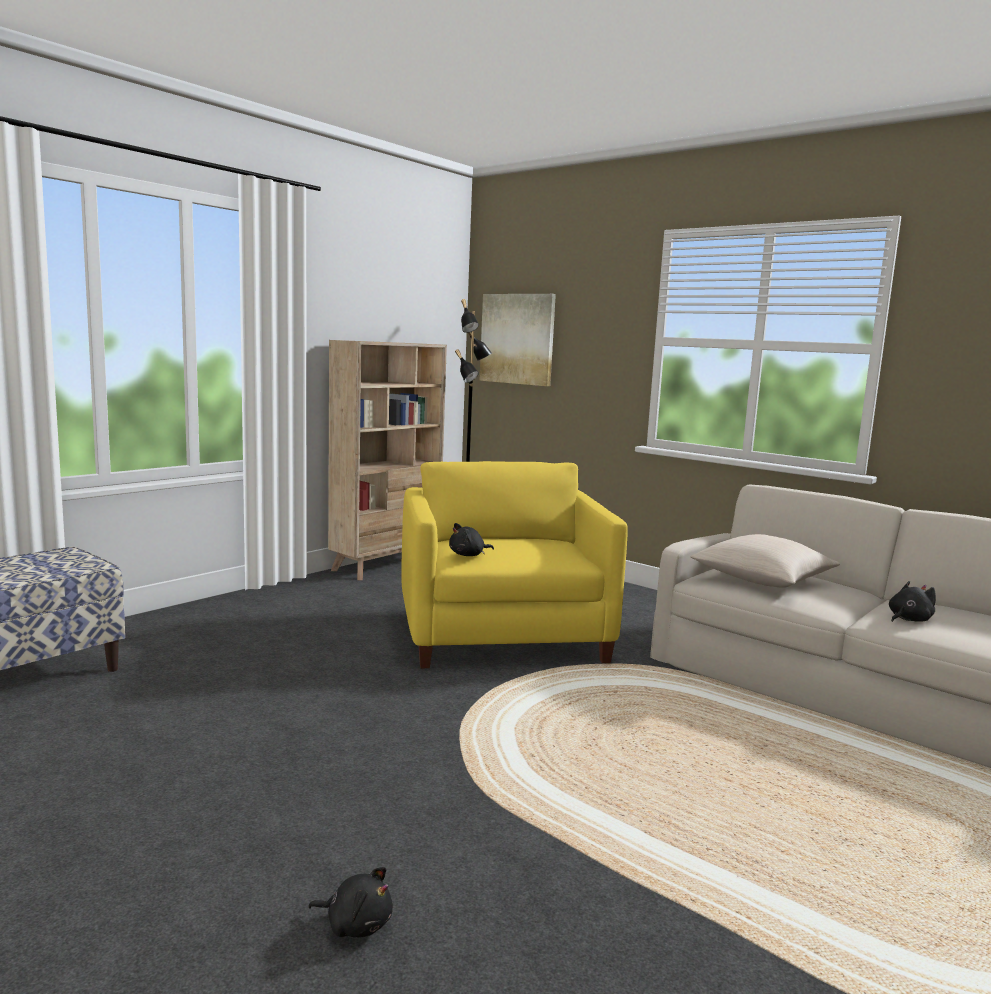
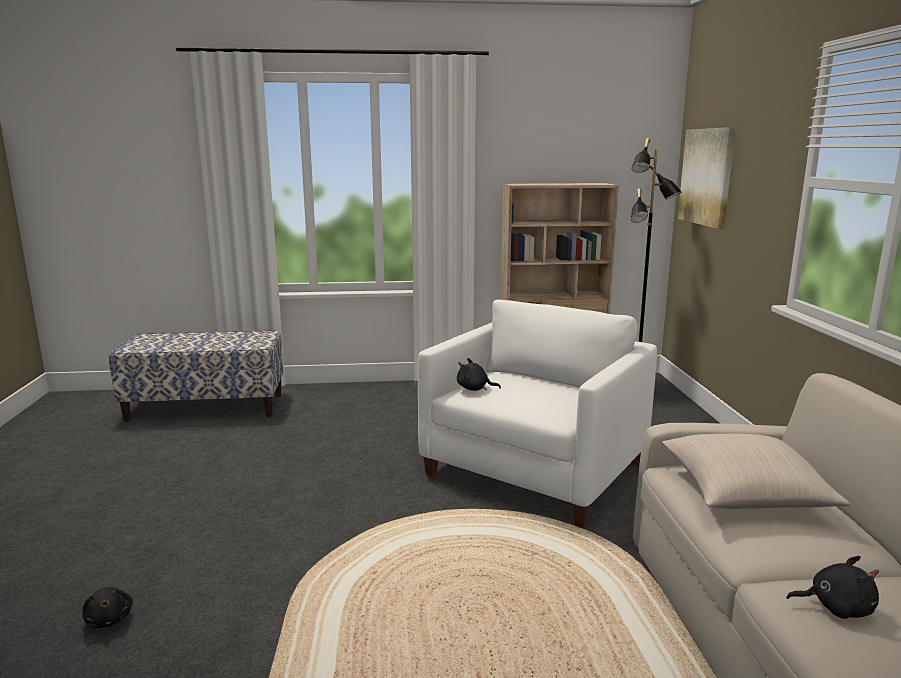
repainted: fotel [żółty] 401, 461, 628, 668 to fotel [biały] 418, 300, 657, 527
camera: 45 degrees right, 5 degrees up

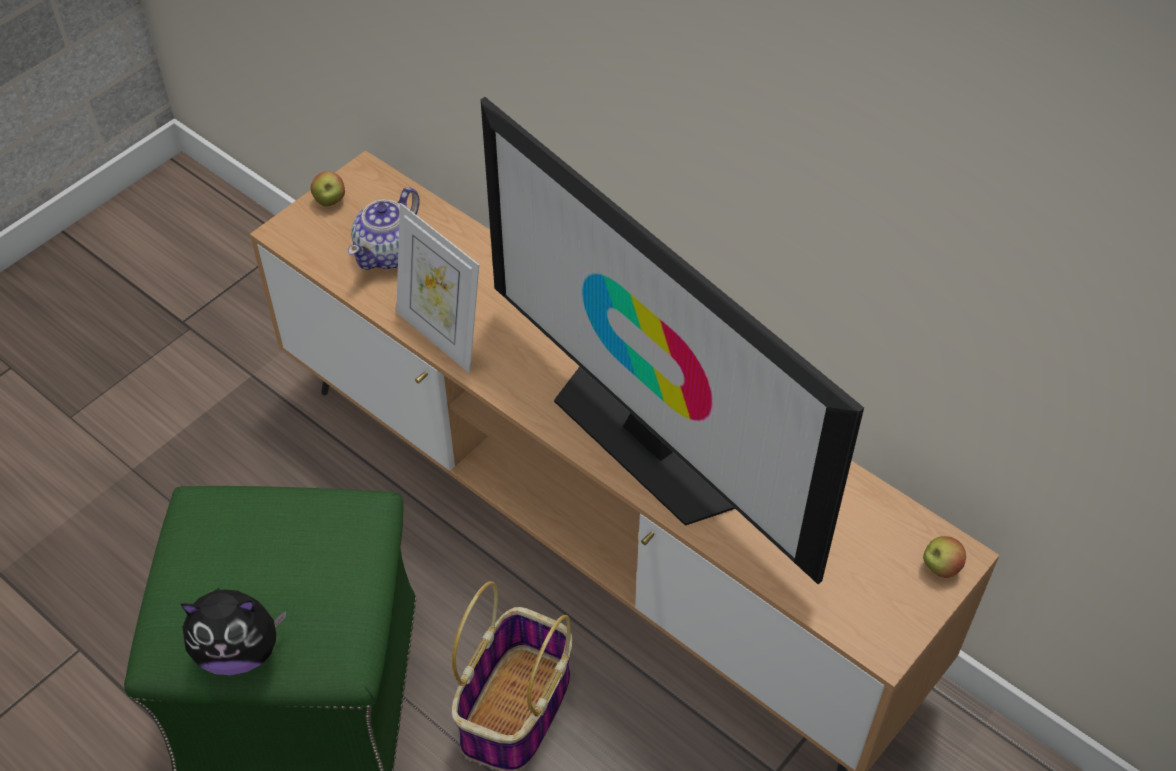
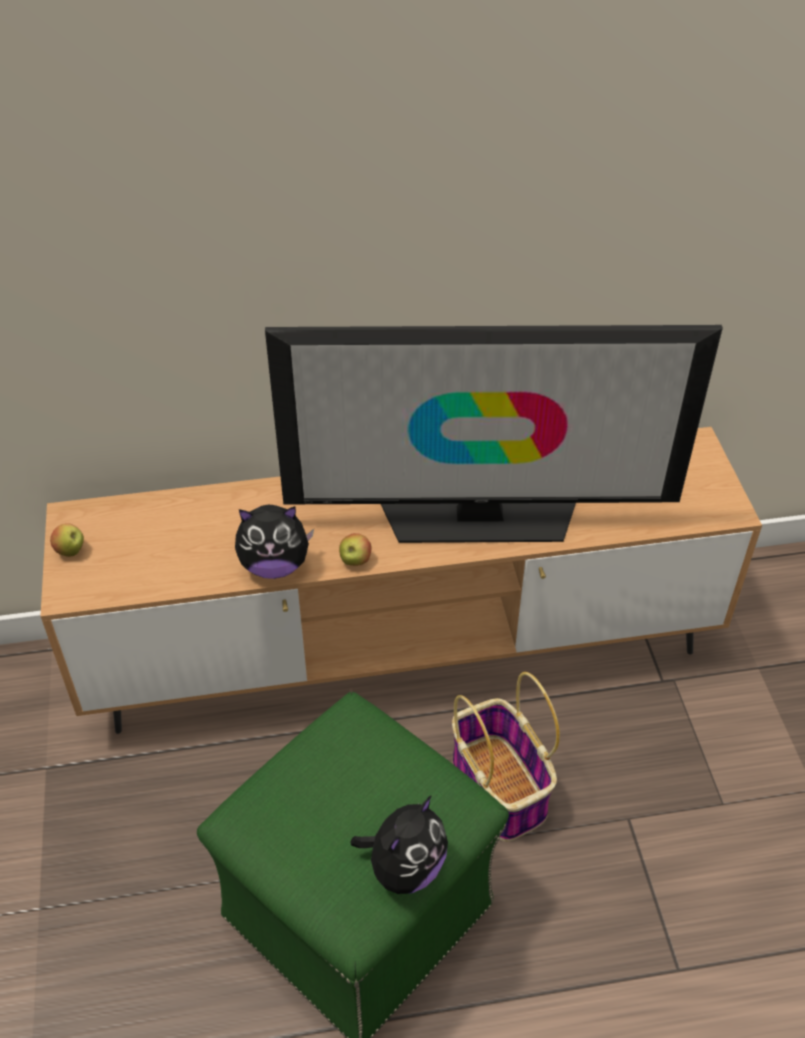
gone: imbryk 348, 187, 420, 270
shifted: jabłko 923, 536, 966, 578 to 339, 533, 371, 566
swapped: ramka na zdjęcie 396, 203, 479, 373 to pluszak 235, 505, 314, 579
camera: 50 degrees left, 5 degrees down

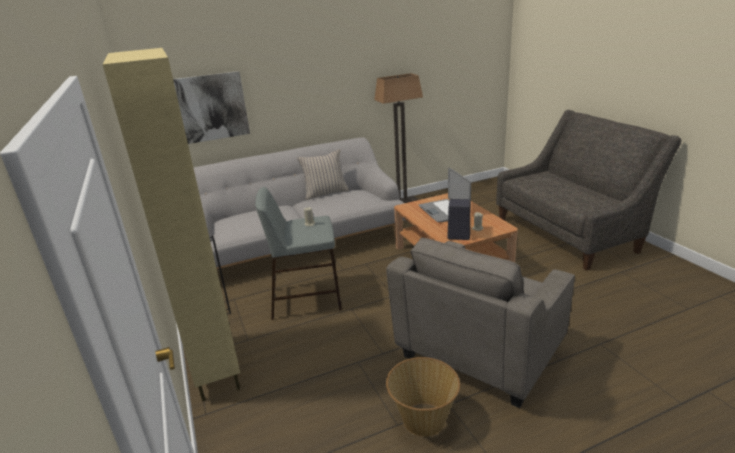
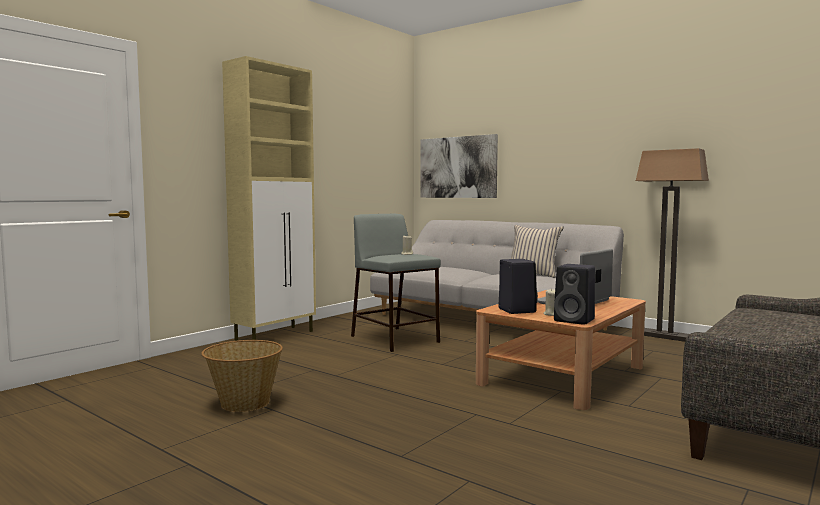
gone: fotel [szary] 386, 238, 575, 408
new: głośnik [czarny] 554, 264, 595, 325
camera: 60 degrees right, 20 degrees down

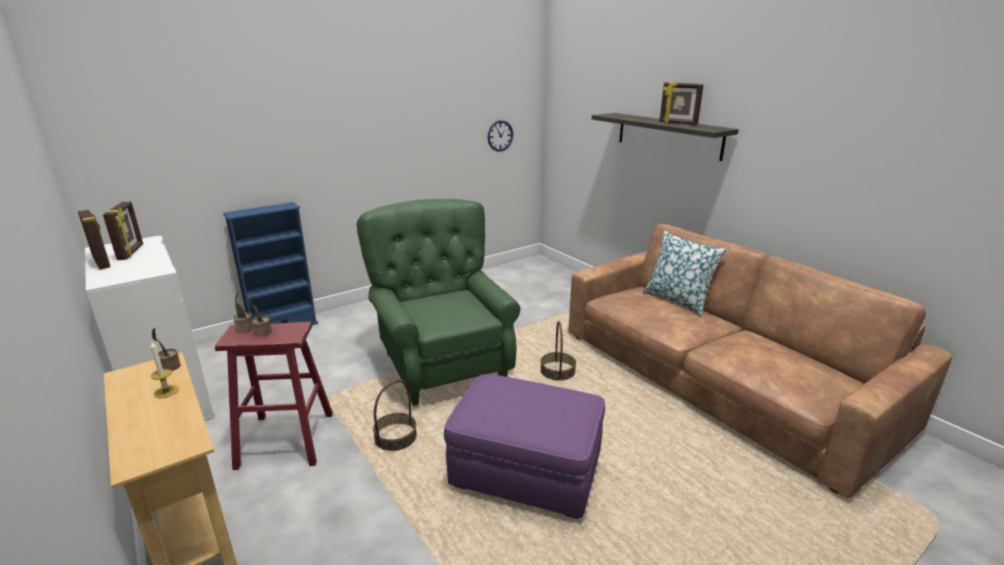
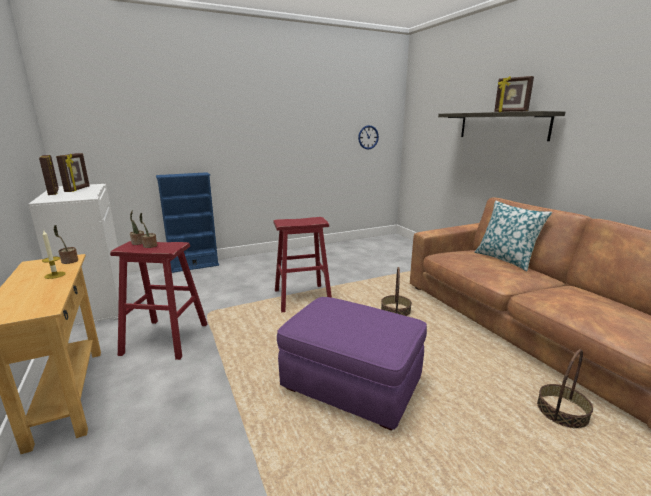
shifted: koszyk 373, 380, 417, 451 to 537, 349, 593, 429
swapped: fotel [zielony] 356, 199, 520, 406 to stołek [czerwony] 273, 217, 332, 312
camera: 10 degrees right, 5 degrees down

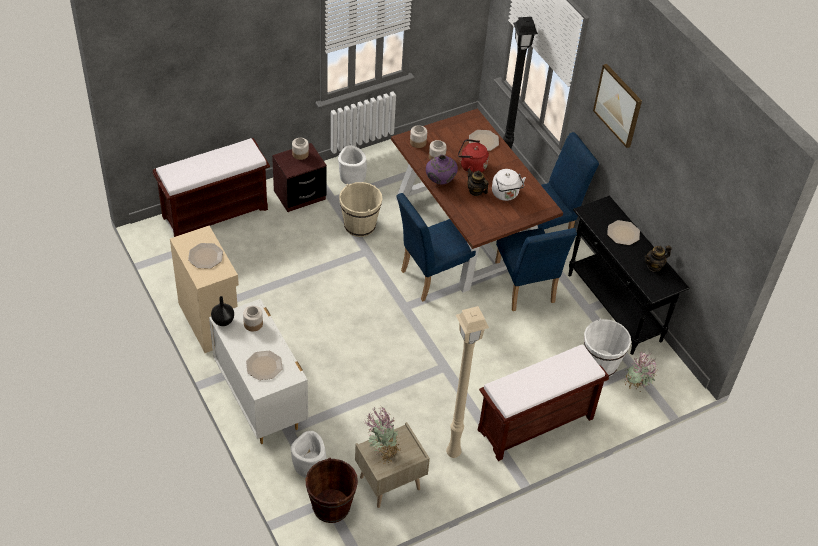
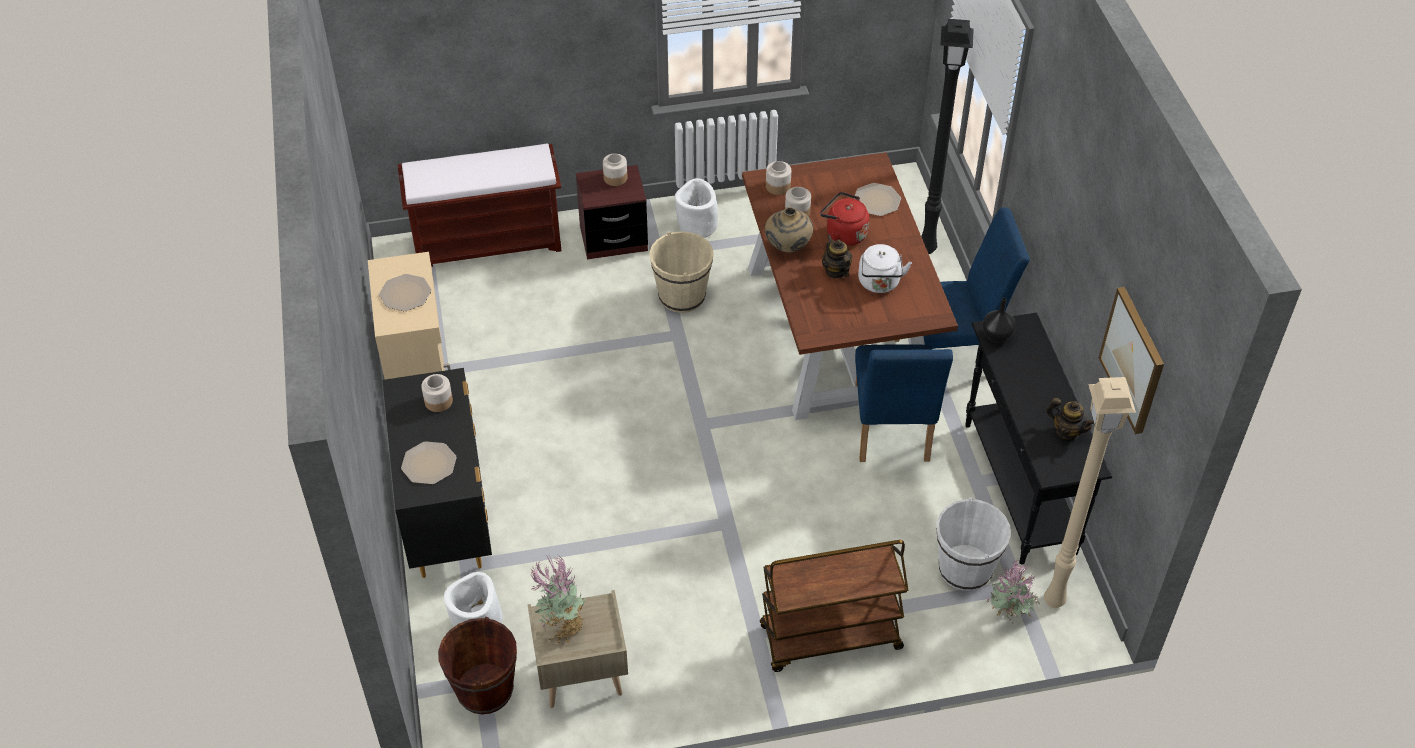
gone: krzesło [niebieski] 396, 193, 476, 301; talerz 607, 220, 640, 245
shifted: wazon [czarny] 211, 296, 234, 326 to 982, 297, 1016, 343; lampa stojąca [beżowy] 446, 306, 489, 458 to 1044, 377, 1136, 608; obraz 593, 64, 642, 148 to 1098, 287, 1164, 434
swapped: ławka [brązowy] 478, 344, 609, 461 to wózek [brązowy] 760, 540, 909, 672
repainted: komoda [biały] 209, 299, 308, 444 to komoda [czarny] 382, 368, 492, 578; wazon [fioletowy] 426, 155, 458, 184 to wazon [beżowy] 765, 207, 813, 253
rotated: imbryk 644, 246, 671, 272 = 1046, 398, 1094, 441 135 degrees counterclockwise
camera: 20 degrees right, 0 degrees up

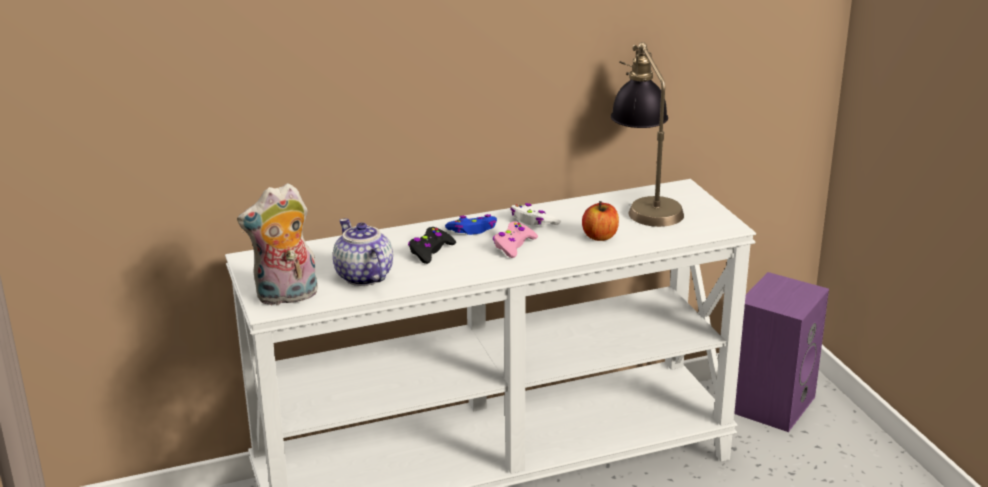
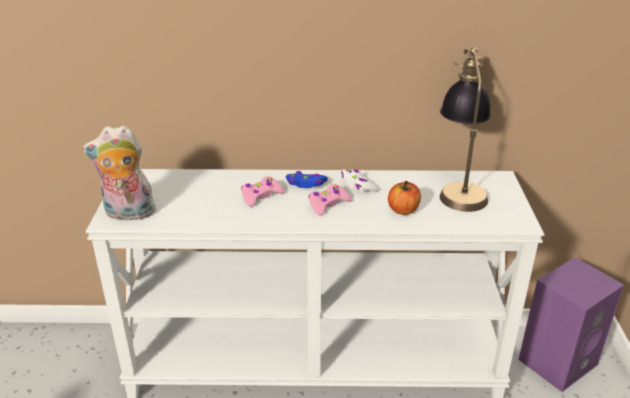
gone: imbryk 333, 218, 393, 286
repainted: pad do gier [czarny] 408, 227, 456, 264 to pad do gier [różowy] 241, 176, 285, 207
camera: 20 degrees right, 5 degrees up

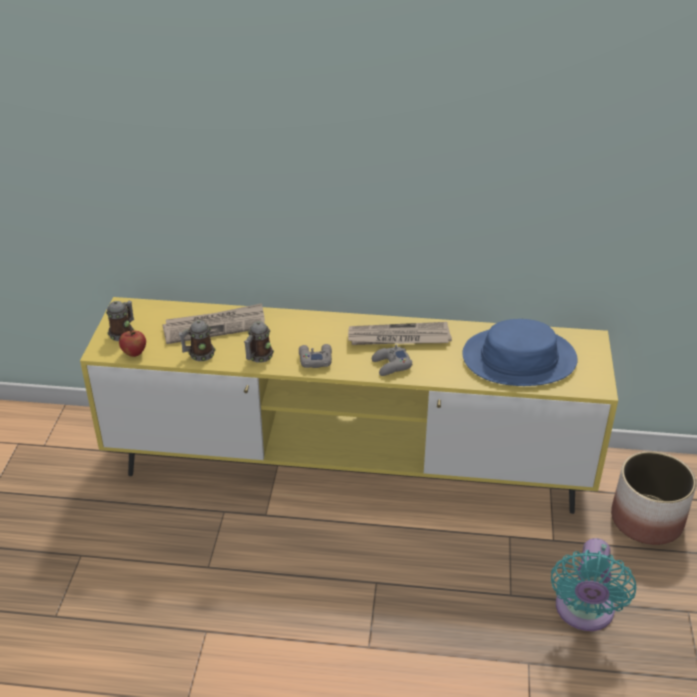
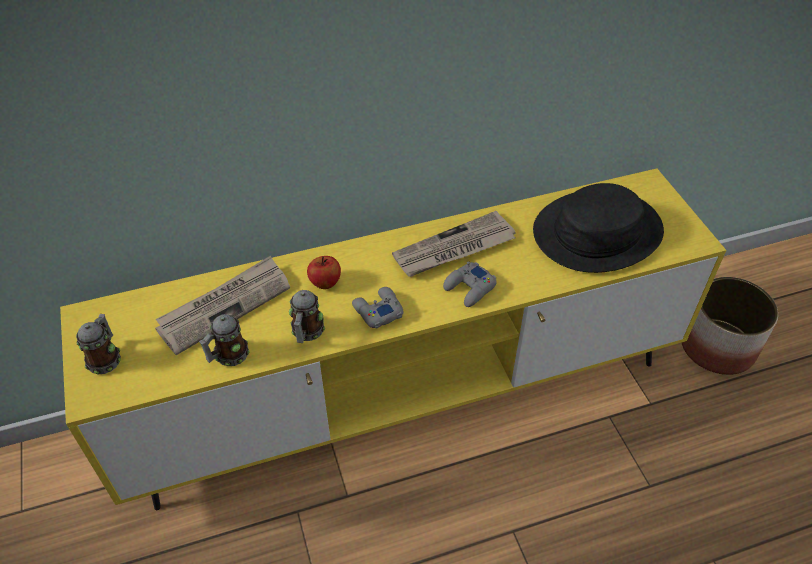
gone: wentylator [turkusowy] 551, 538, 636, 631
shifted: jabłko 119, 329, 146, 357 to 307, 256, 341, 289
repainted: kapelusz [niebieski] 462, 319, 578, 386 to kapelusz [czarny] 533, 183, 664, 273
camera: 25 degrees left, 10 degrees up

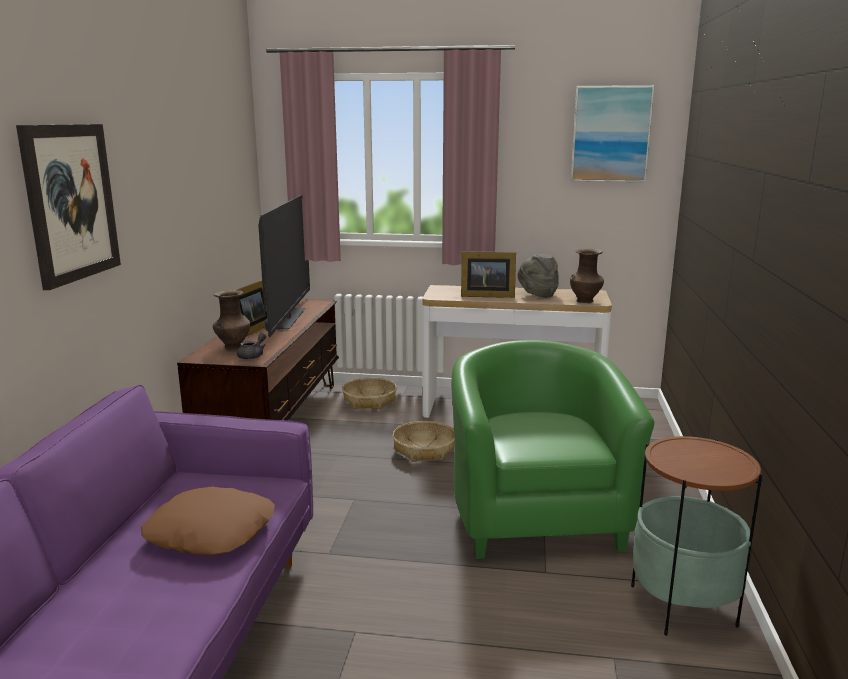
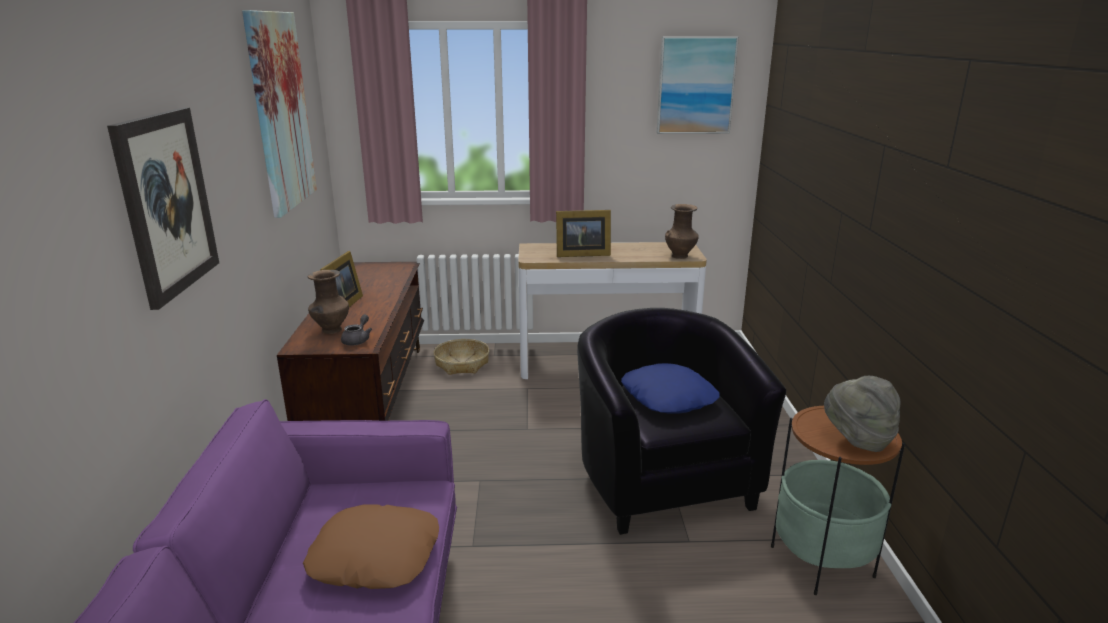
gone: telewizor 258, 195, 310, 337; koszyk 393, 421, 454, 462
new: obraz 242, 10, 317, 218; poduszka [niebieski] 621, 363, 720, 413
shifted: kapelusz [szary] 518, 254, 559, 298 to 824, 376, 901, 452
repainted: fotel [zielony] 451, 340, 654, 559 to fotel [czarny] 577, 308, 787, 535
camera: 10 degrees left, 5 degrees up

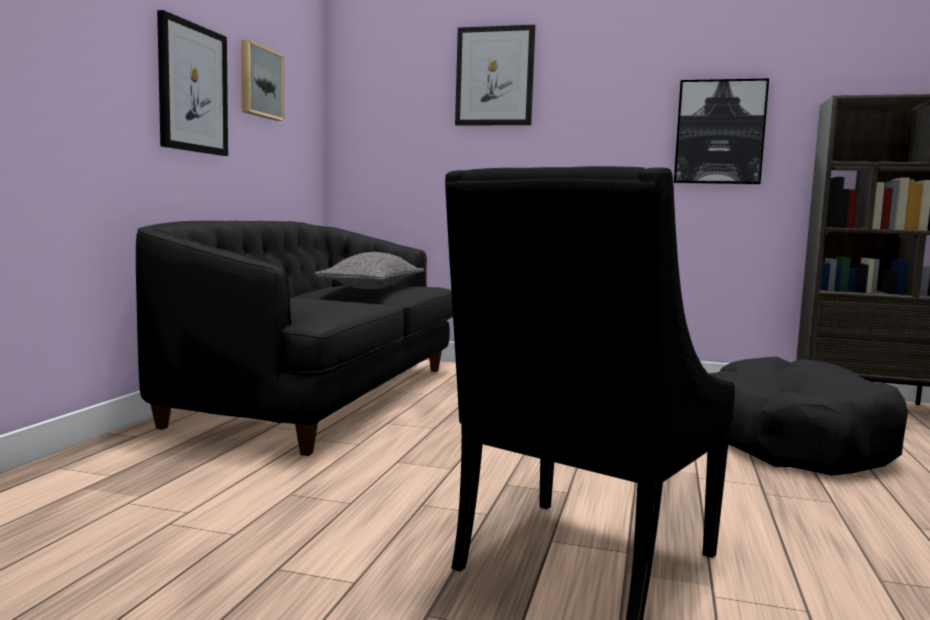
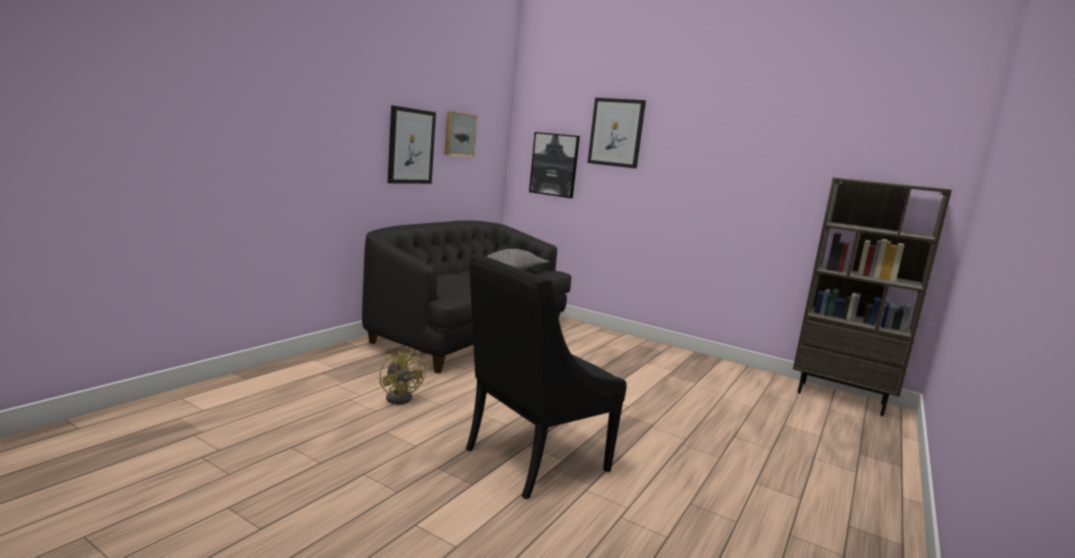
gone: legowisko [czarny] 709, 356, 908, 475
new: wentylator [żółty] 379, 347, 426, 404
shifted: obraz 674, 79, 769, 184 to 529, 132, 580, 198
camera: 15 degrees right, 5 degrees up

